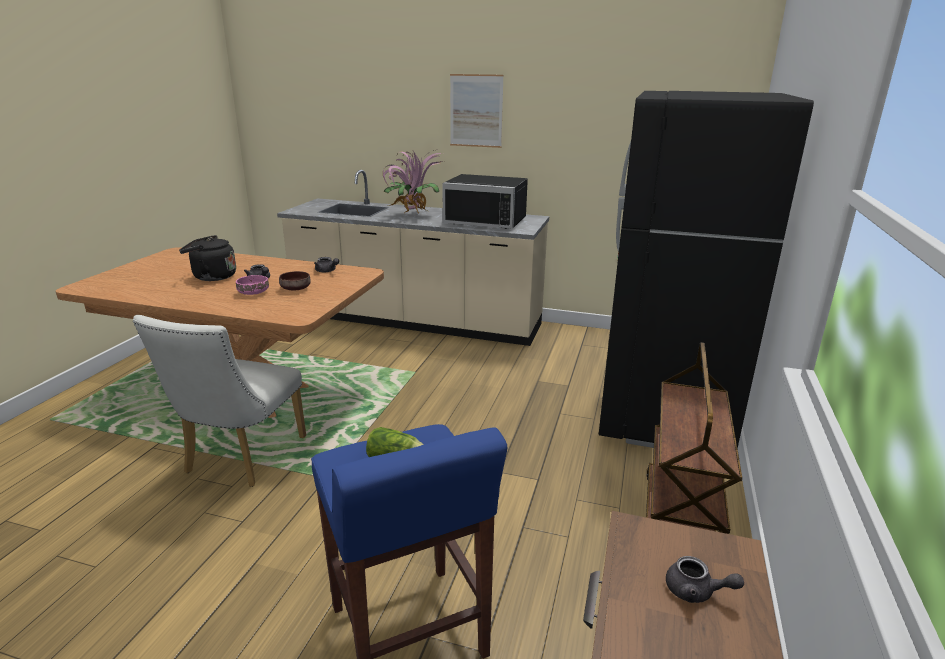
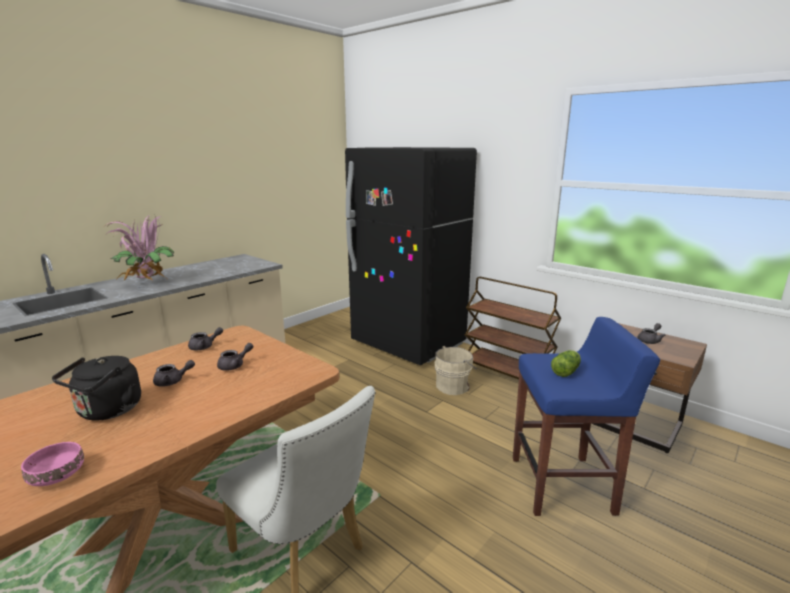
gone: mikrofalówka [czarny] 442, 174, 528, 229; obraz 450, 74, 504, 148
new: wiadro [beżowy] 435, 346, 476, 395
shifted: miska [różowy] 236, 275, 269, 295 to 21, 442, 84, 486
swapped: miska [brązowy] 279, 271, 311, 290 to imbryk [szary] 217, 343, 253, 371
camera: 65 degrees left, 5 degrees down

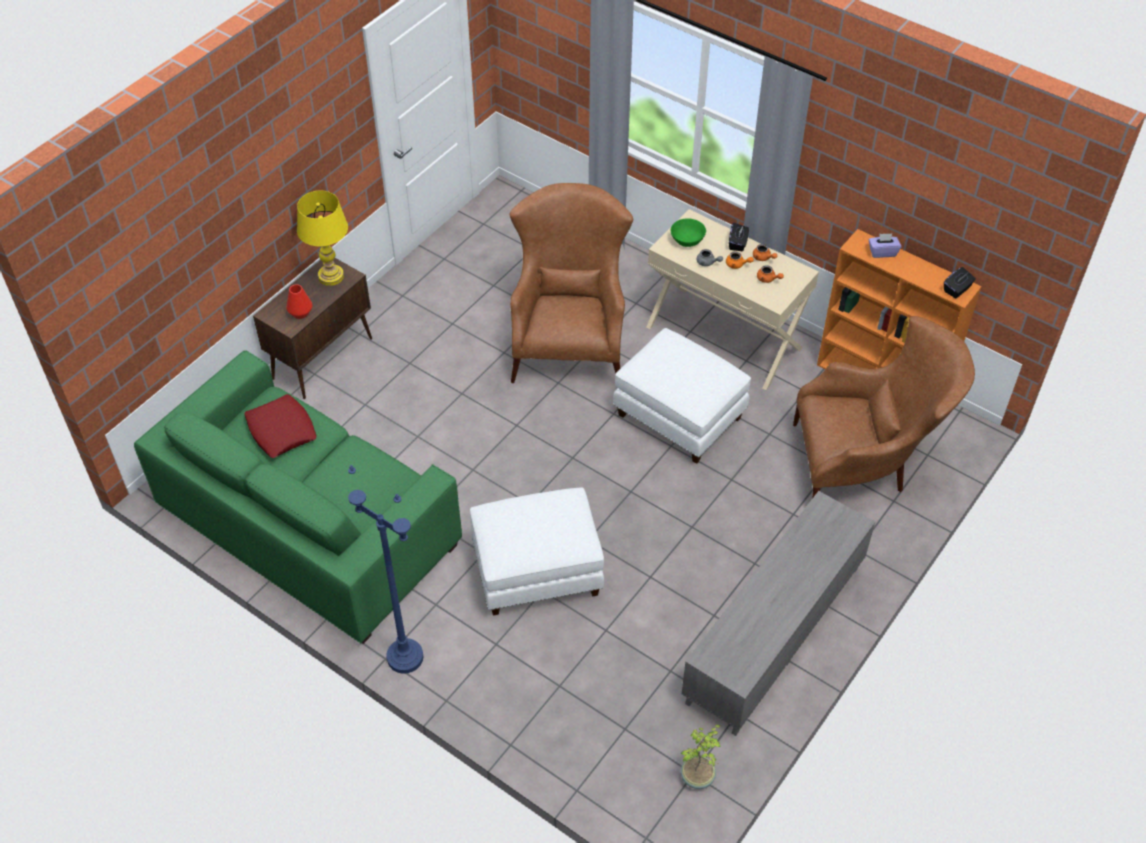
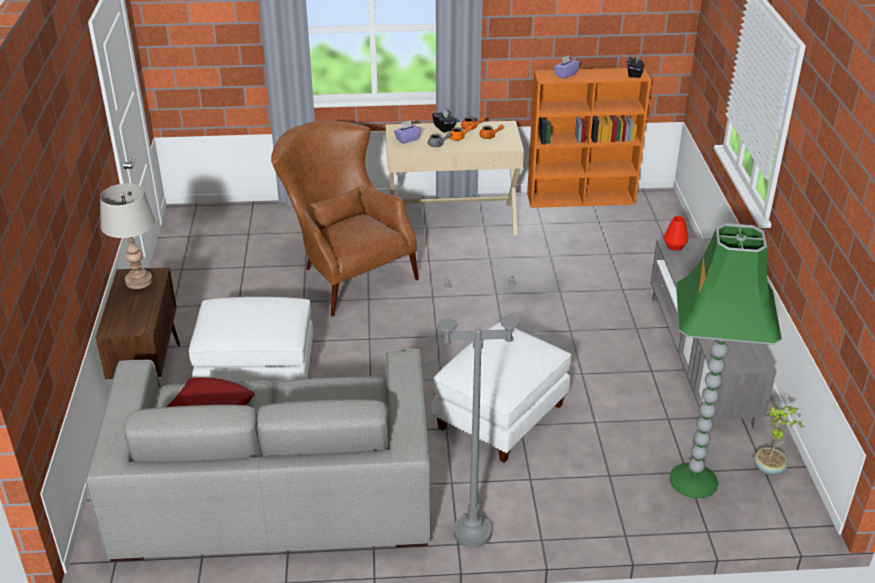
gone: fotel [brązowy] 793, 316, 975, 498
new: lampa stojąca [zielony] 669, 223, 782, 498
shifted: pufa [biały] 613, 328, 751, 464 to 189, 297, 313, 389; wazon [czerwony] 286, 284, 312, 319 to 664, 216, 688, 251
swapped: miska [zielony] 671, 218, 706, 247 to pudełko chusteczek [fioletowy] 394, 120, 421, 144
repainted: kanapa [zielony] 134, 350, 462, 644 to kanapa [szary] 85, 349, 430, 562; lampa stołowa [żółty] 297, 191, 348, 286 to lampa stołowa [szary] 100, 183, 155, 289; lampa stojąca [niebieski] 348, 465, 423, 674 to lampa stojąca [szary] 438, 276, 519, 548
camera: 40 degrees left, 15 degrees down

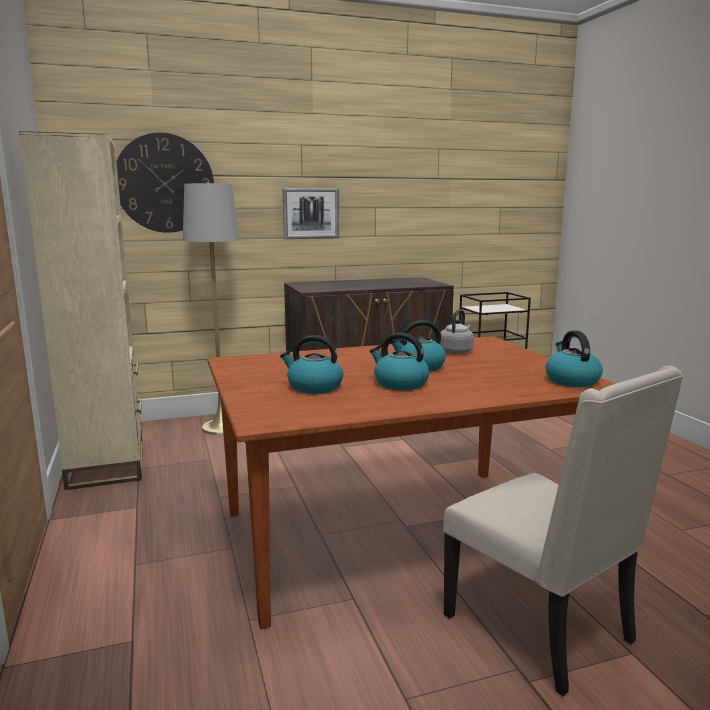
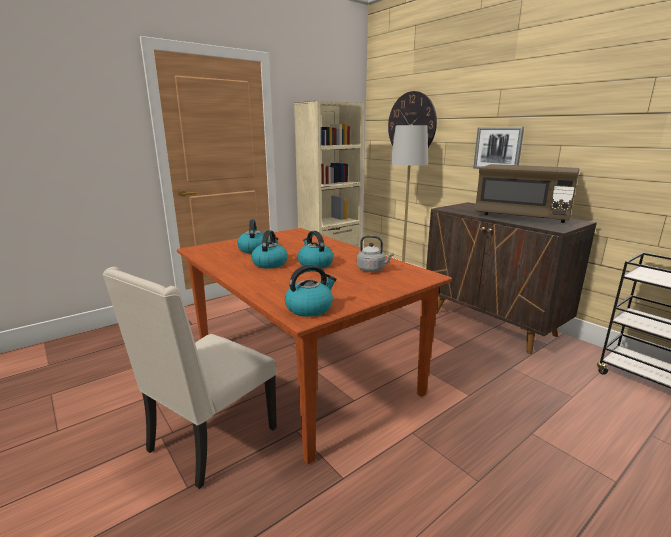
new: mikrofalówka [brązowy] 474, 164, 580, 223
camera: 70 degrees right, 5 degrees up

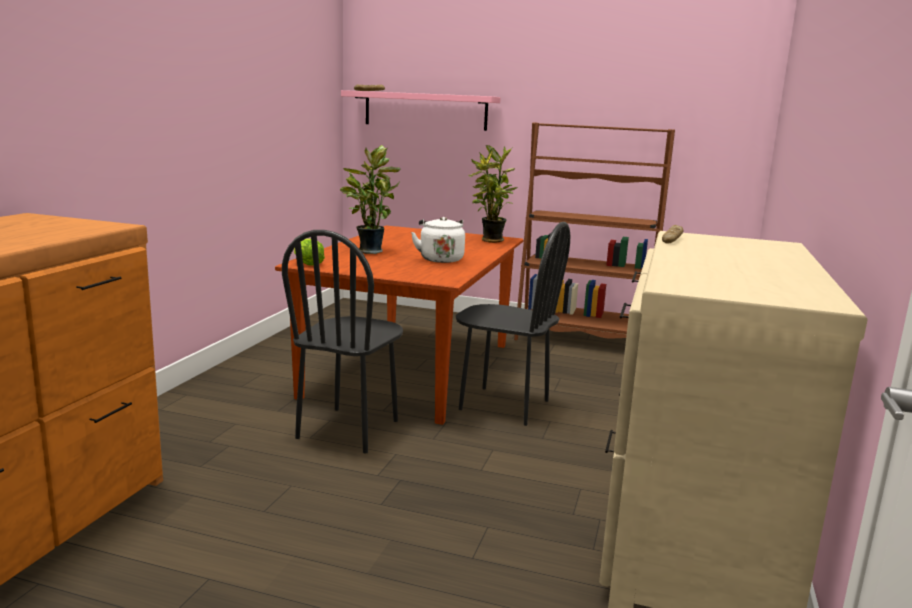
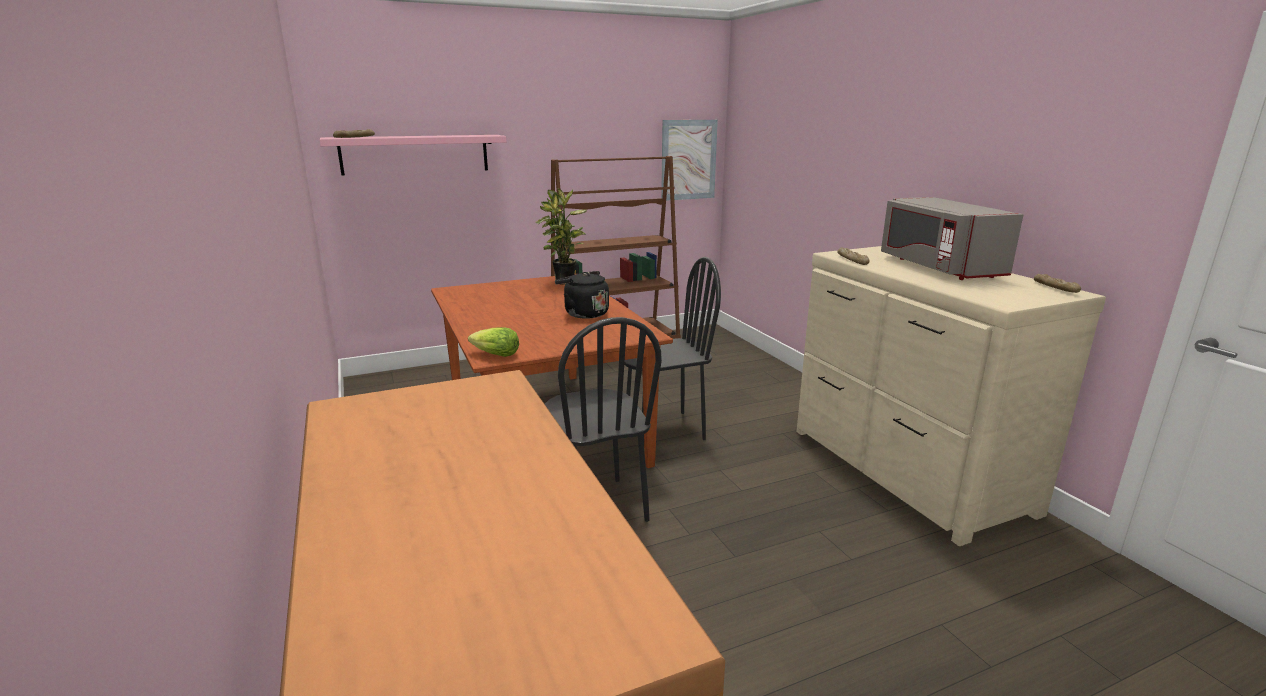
gone: roślina doniczkowa 340, 145, 400, 254
new: obraz 661, 120, 718, 201; mikrofalówka [szary] 881, 197, 1023, 280; chleb 1034, 274, 1081, 293
repainted: czajnik [biały] 411, 217, 465, 263 to czajnik [czarny] 555, 271, 609, 319
camera: 40 degrees left, 5 degrees up

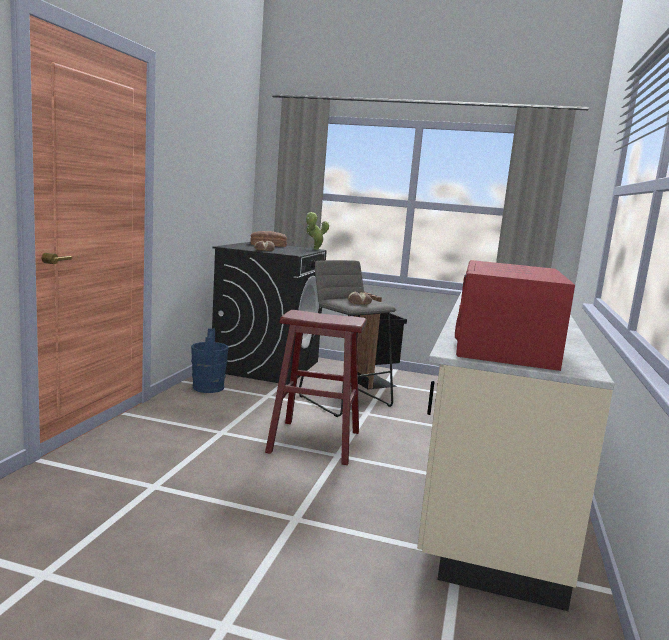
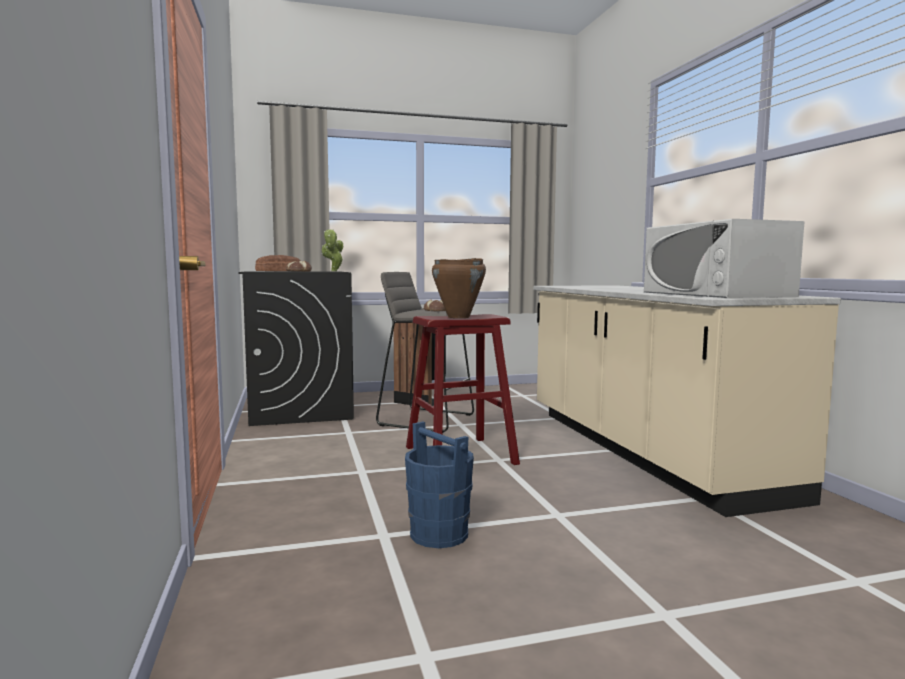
new: garnek [brązowy] 432, 258, 486, 318
shifted: wiadro [niebieski] 191, 328, 229, 393 to 405, 421, 474, 548
repainted: mikrofalówka [czerwony] 455, 260, 575, 371 to mikrofalówka [biały] 644, 219, 805, 298
camera: 30 degrees left, 5 degrees down

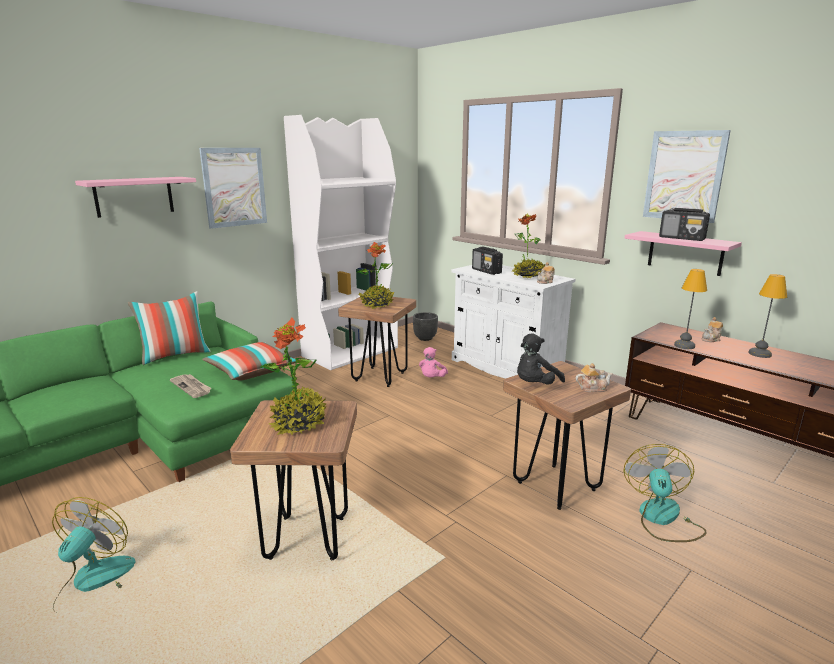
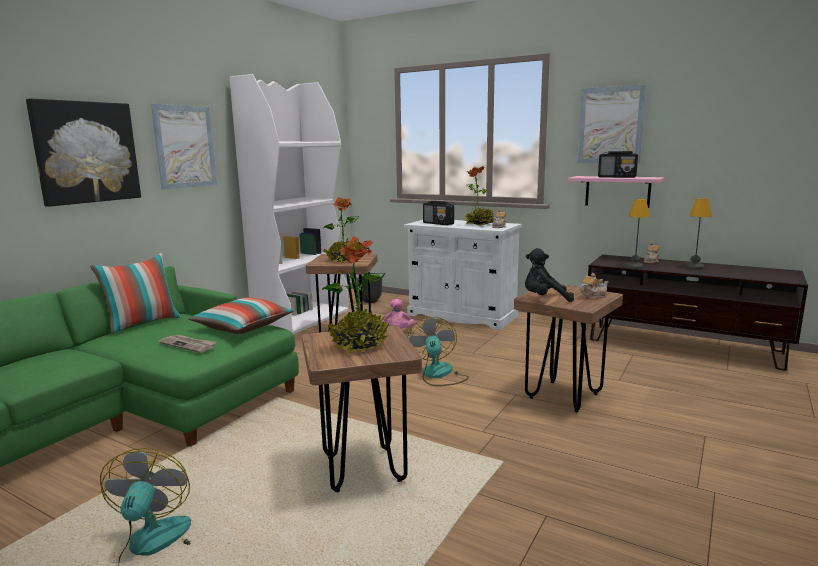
shifted: wentylator 624, 444, 707, 542 to 407, 317, 469, 386
swapped: półka [różowy] 75, 177, 196, 218 to obraz 26, 98, 141, 207
rotated: pluszak [czarny] 517, 333, 565, 385 = 525, 248, 574, 302 60 degrees clockwise
camera: 15 degrees left, 5 degrees down

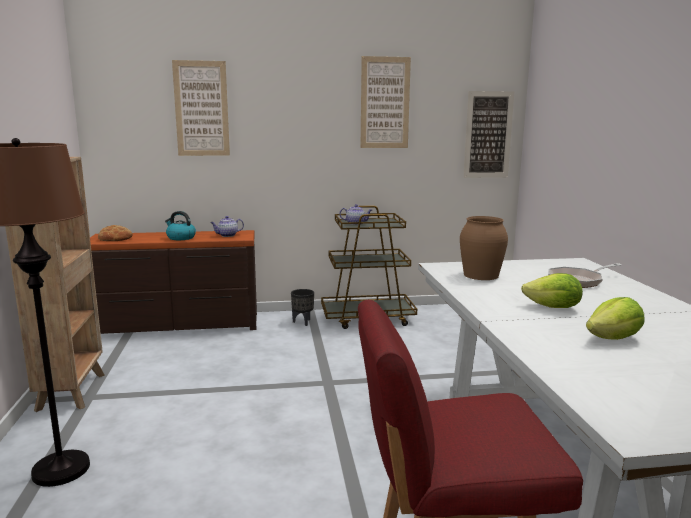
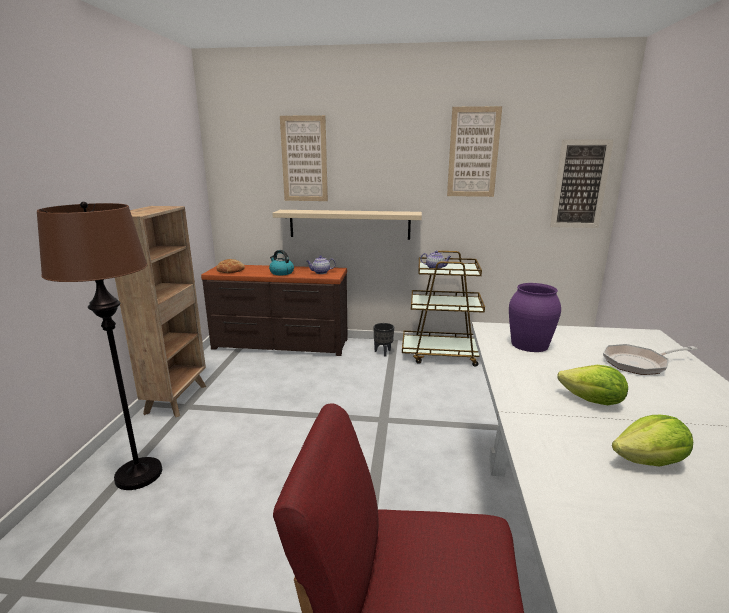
new: półka [beżowy] 273, 210, 422, 240
repainted: wazon [brązowy] 460, 216, 508, 280 to wazon [fioletowy] 509, 283, 561, 352
camera: 15 degrees right, 5 degrees up

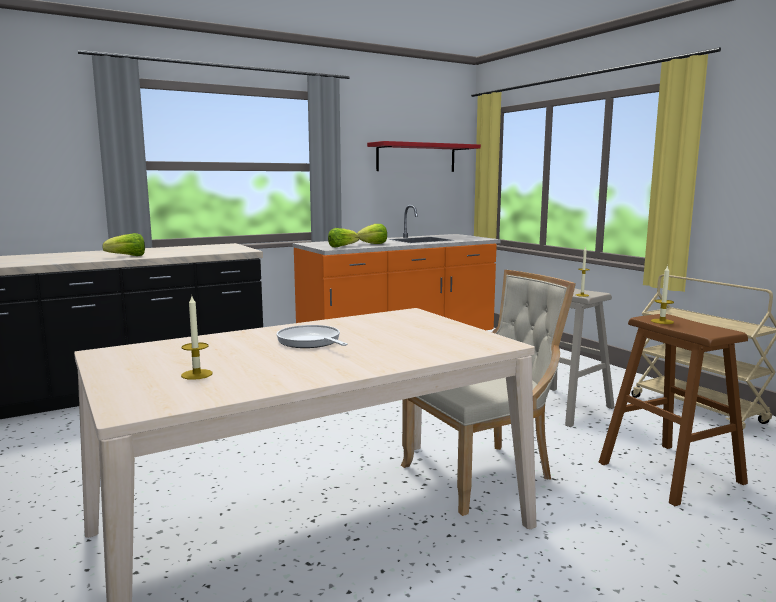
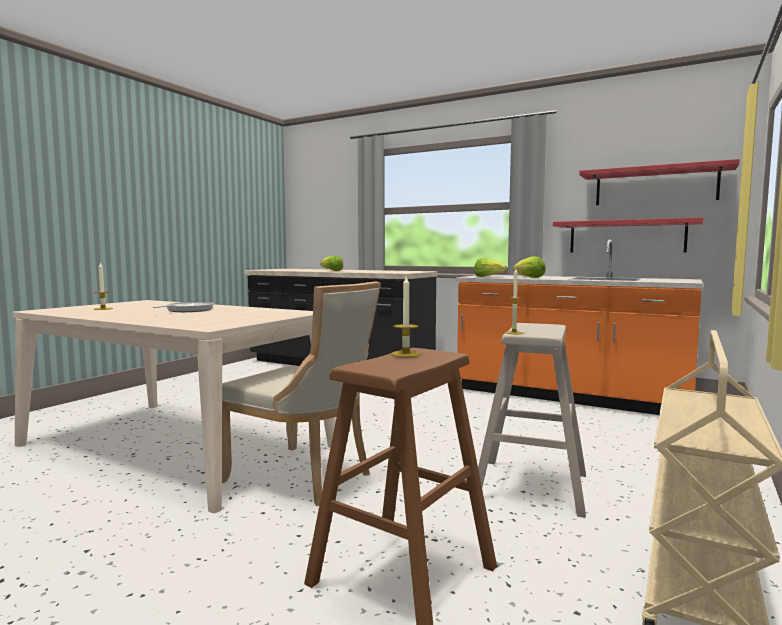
new: półka [czerwony] 553, 217, 704, 253
camera: 60 degrees right, 5 degrees down

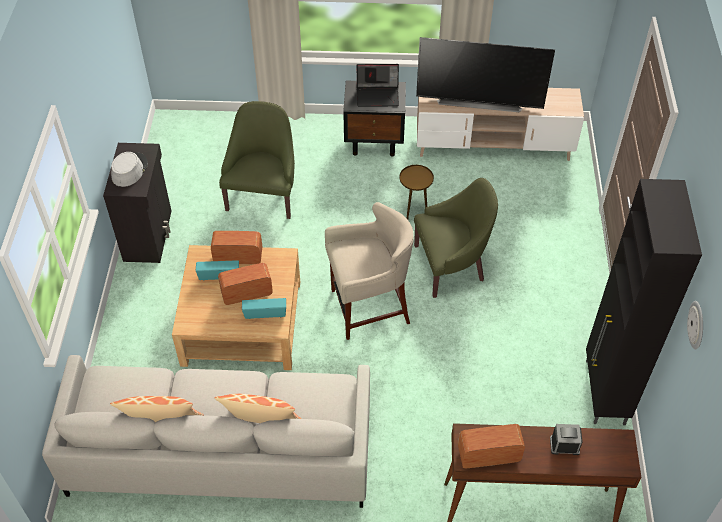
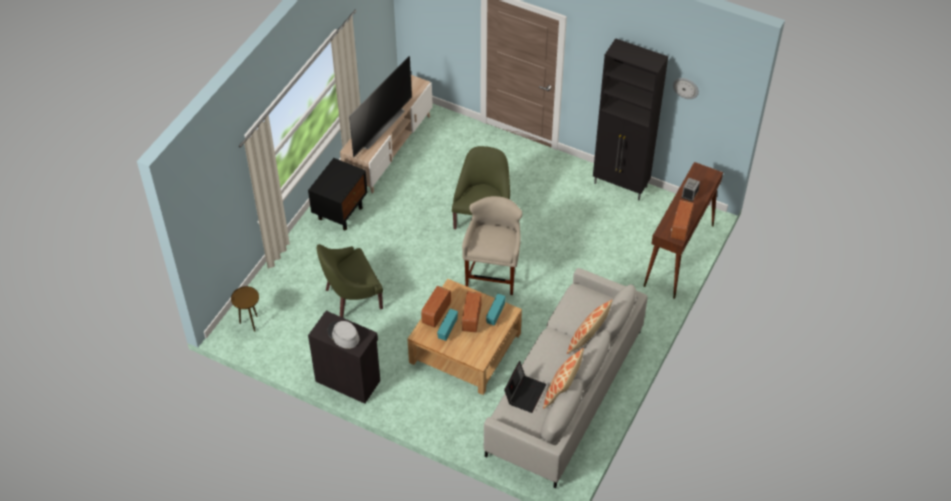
shifted: stolik [brązowy] 399, 165, 434, 220 to 231, 286, 259, 332; laptop 357, 64, 399, 107 to 504, 361, 546, 413
rotated: fotel [zielony] 219, 101, 295, 219 = 317, 244, 383, 318 60 degrees counterclockwise
camera: 65 degrees left, 0 degrees up

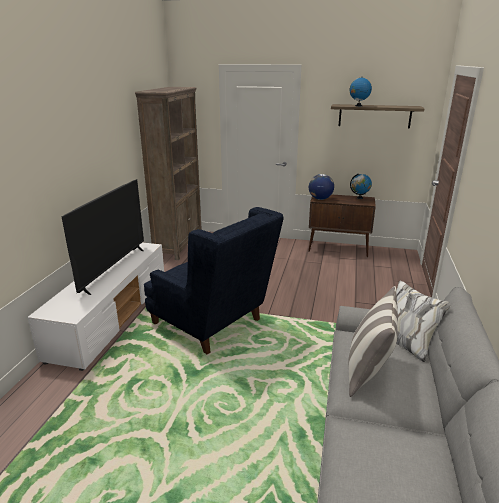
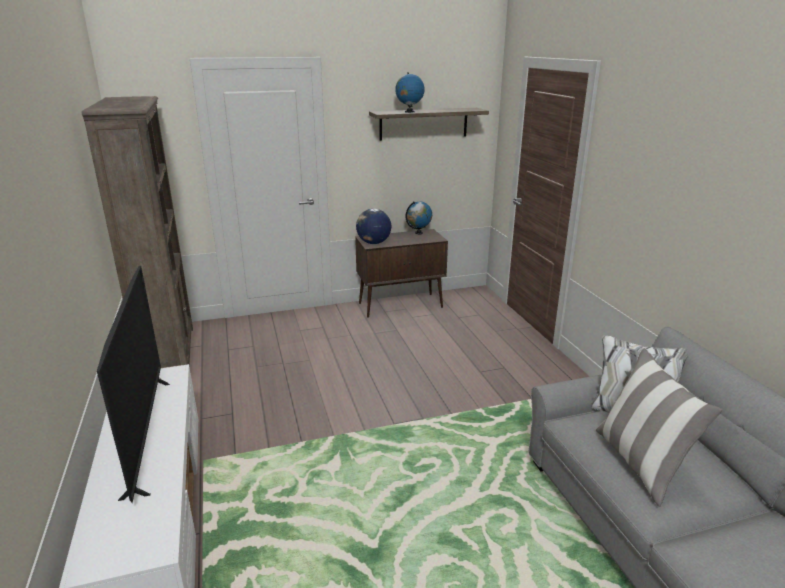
gone: fotel [niebieski] 144, 207, 284, 354
camera: 30 degrees left, 0 degrees up

